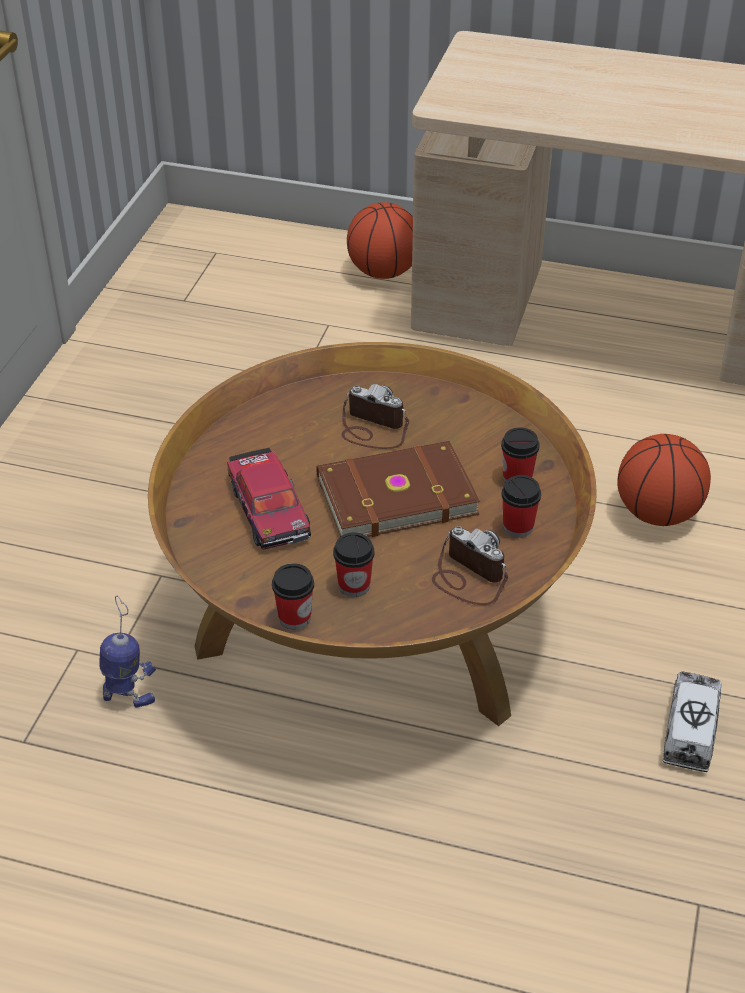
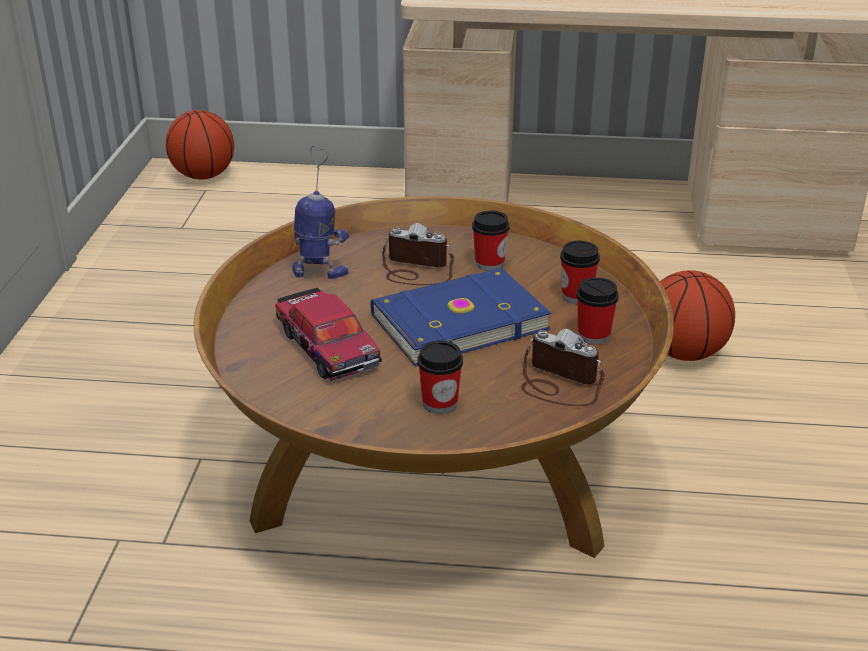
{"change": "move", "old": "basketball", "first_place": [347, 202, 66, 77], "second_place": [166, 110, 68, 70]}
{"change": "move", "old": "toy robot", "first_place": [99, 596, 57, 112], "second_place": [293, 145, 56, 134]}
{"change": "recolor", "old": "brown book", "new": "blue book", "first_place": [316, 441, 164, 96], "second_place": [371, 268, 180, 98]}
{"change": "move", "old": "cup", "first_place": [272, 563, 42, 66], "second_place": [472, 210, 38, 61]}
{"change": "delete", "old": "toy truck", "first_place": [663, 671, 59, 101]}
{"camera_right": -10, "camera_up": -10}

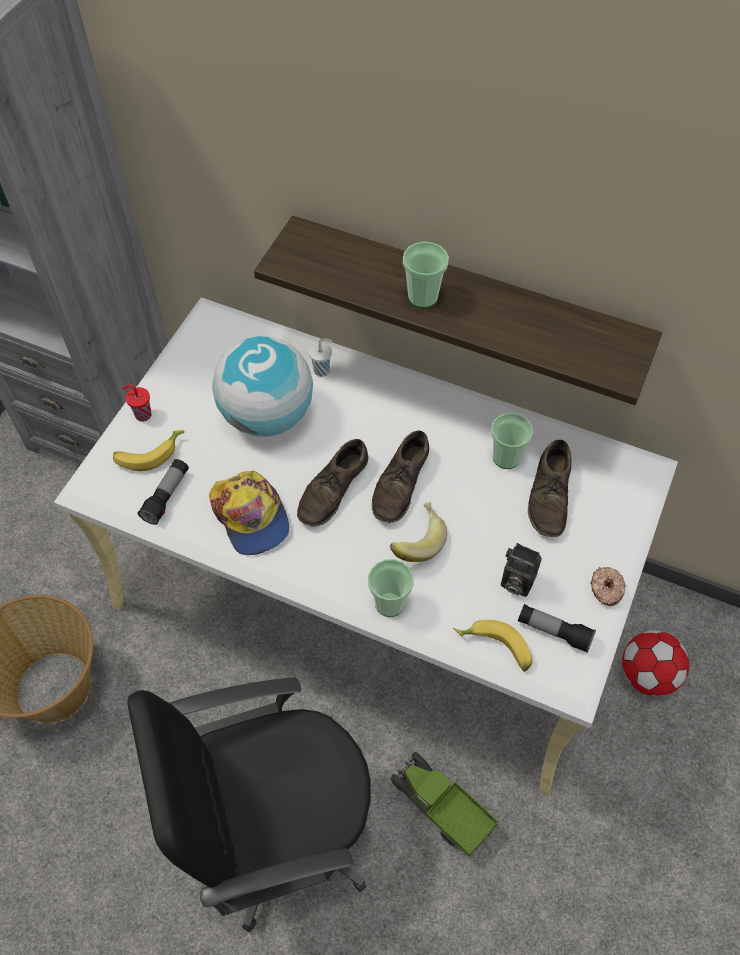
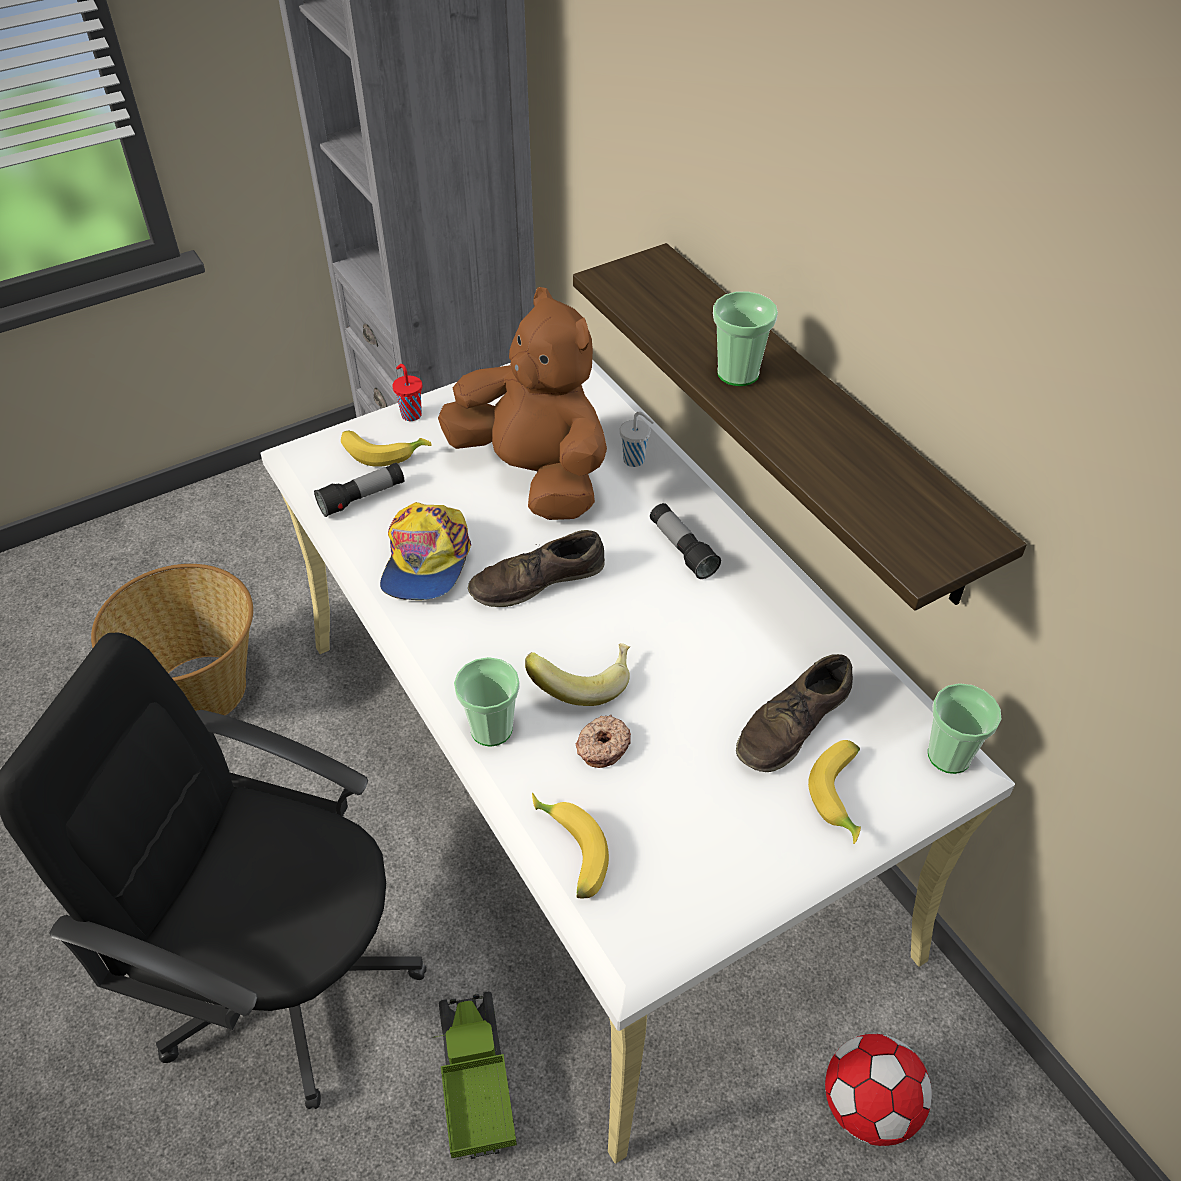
{"change": "replace", "old": "globe", "new": "brown plush toy", "first_place": [212, 336, 101, 101], "second_place": [438, 287, 169, 233]}
{"change": "move", "old": "donut", "first_place": [591, 567, 35, 39], "second_place": [576, 715, 55, 53]}
{"change": "move", "old": "flashlight", "first_place": [518, 604, 78, 49], "second_place": [650, 503, 71, 76]}
{"change": "insert", "new": "banana", "second_place": [808, 740, 53, 104]}
{"change": "move", "old": "cup", "first_place": [491, 413, 42, 56], "second_place": [928, 683, 74, 91]}
{"change": "delete", "old": "brown shoe", "first_place": [372, 430, 57, 93]}
{"change": "delete", "old": "photo camera", "first_place": [501, 543, 41, 54]}
{"camera_right": 35, "camera_up": -10}

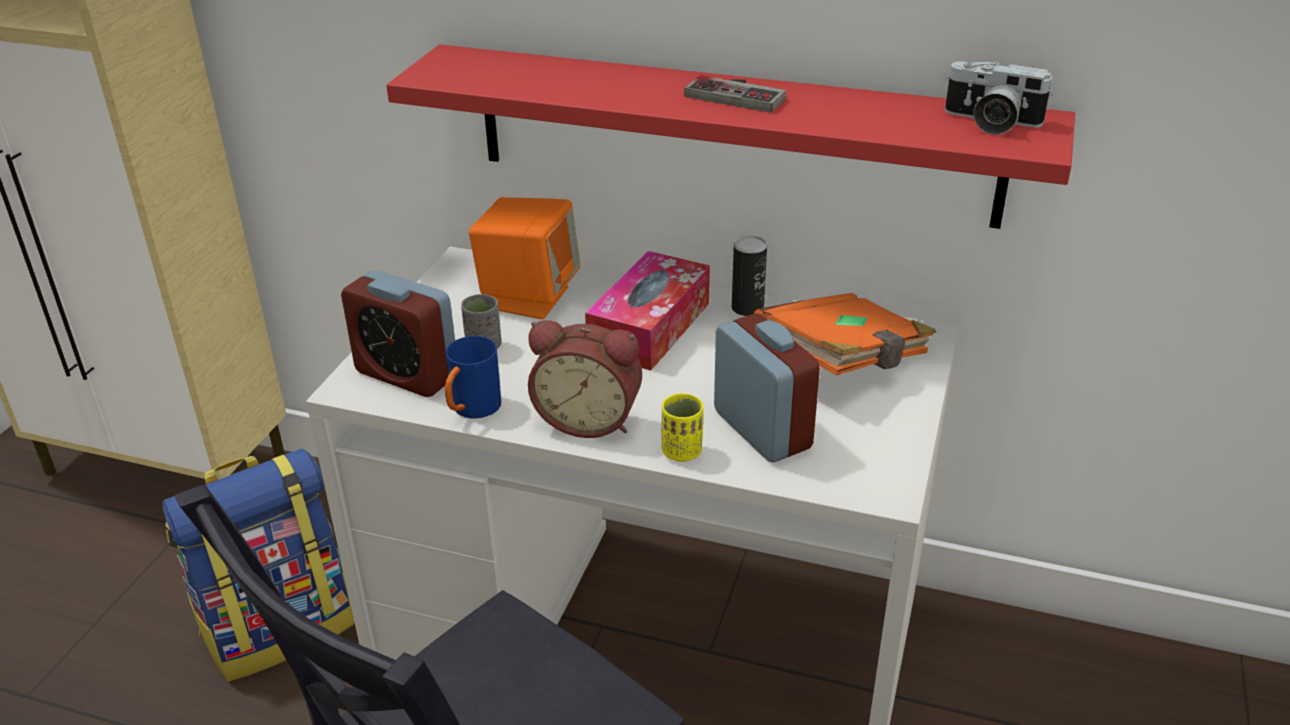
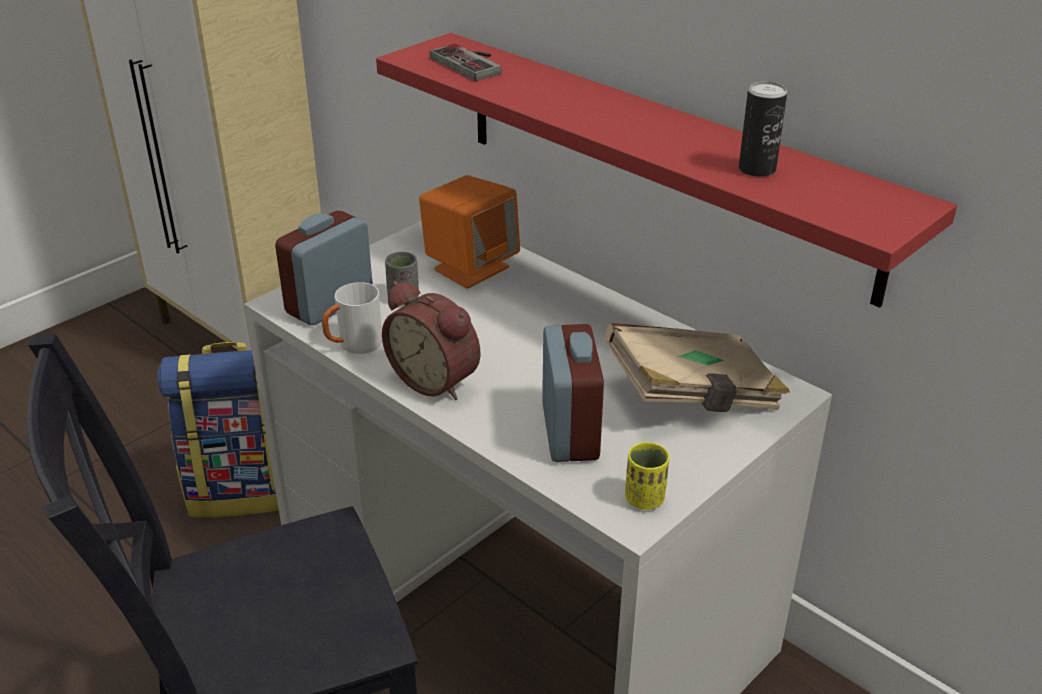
{"change": "rotate", "old": "alarm clock", "first_place": [341, 270, 114, 127], "second_place": [275, 211, 98, 114], "degrees": 75}
{"change": "recolor", "old": "blue mug", "new": "white mug", "first_place": [445, 336, 56, 83], "second_place": [322, 282, 60, 72]}
{"change": "move", "old": "game controller", "first_place": [684, 75, 102, 37], "second_place": [430, 44, 72, 37]}
{"change": "recolor", "old": "orange book", "new": "beige book", "first_place": [754, 293, 182, 83], "second_place": [604, 323, 186, 89]}
{"change": "move", "old": "yellow cup", "first_place": [661, 393, 42, 69], "second_place": [625, 442, 45, 68]}
{"change": "move", "old": "can", "first_place": [732, 235, 35, 81], "second_place": [739, 81, 48, 96]}
{"change": "delete", "old": "tissue box", "first_place": [585, 251, 125, 120]}
{"change": "delete", "old": "photo camera", "first_place": [944, 61, 109, 74]}
{"camera_right": 25, "camera_up": 0}

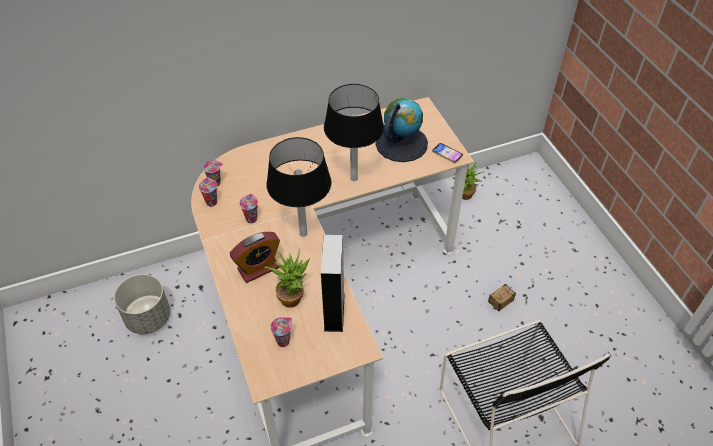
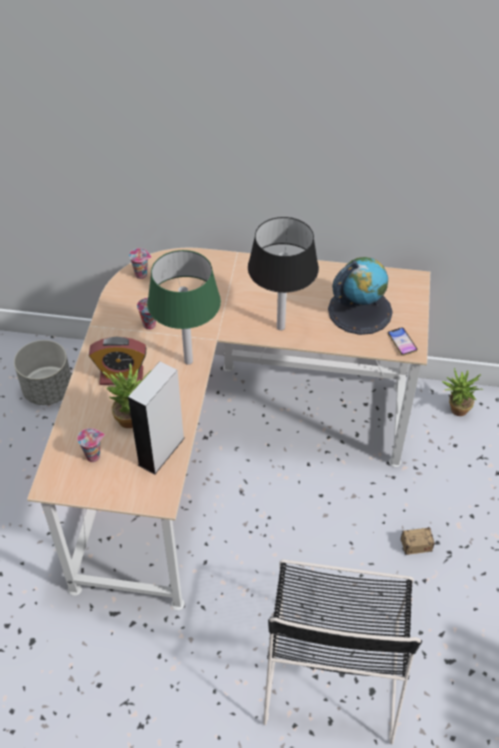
{"change": "recolor", "old": "black table lamp", "new": "green table lamp", "first_place": [266, 137, 66, 100], "second_place": [147, 250, 74, 115]}
{"change": "delete", "old": "cup", "first_place": [199, 177, 18, 30]}
{"camera_right": 30, "camera_up": 0}

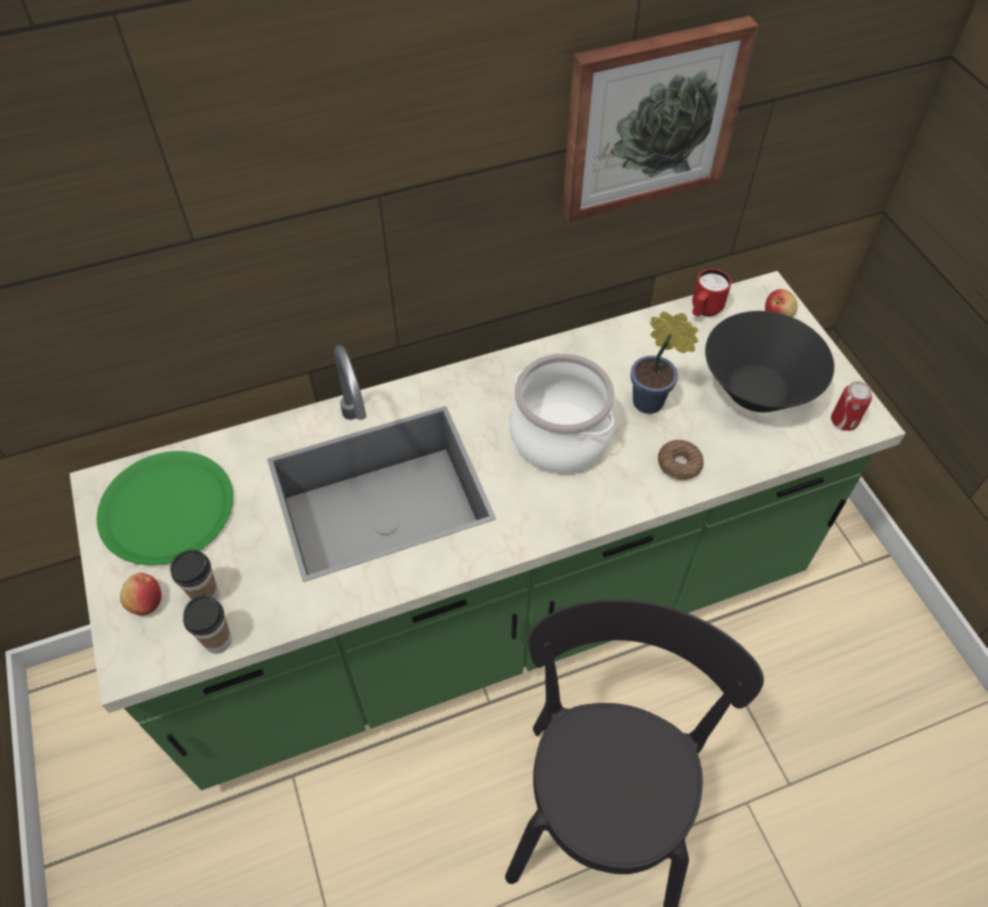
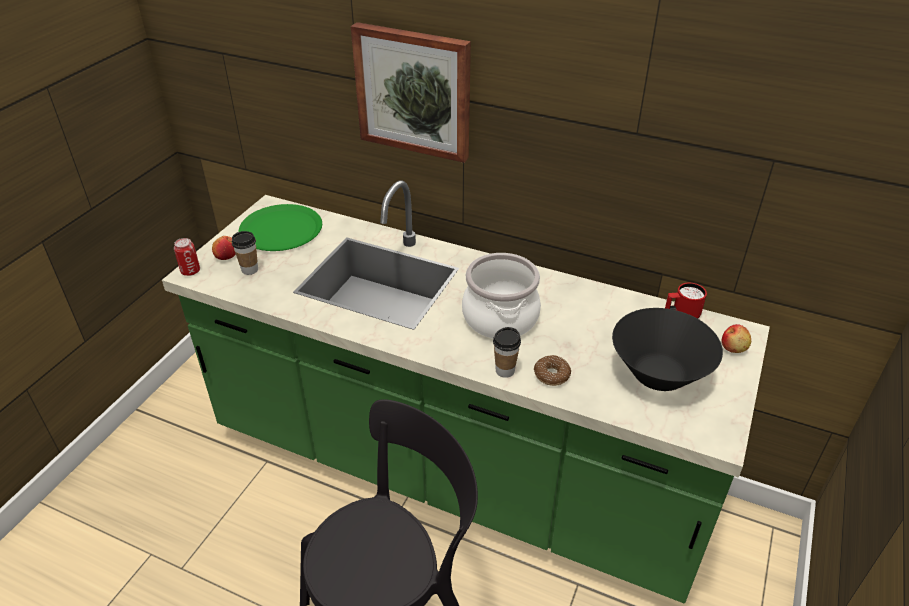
{"change": "move", "old": "can", "first_place": [831, 381, 41, 50], "second_place": [174, 238, 26, 38]}
{"change": "move", "old": "picture", "first_place": [562, 16, 197, 206], "second_place": [351, 22, 120, 141]}
{"change": "move", "old": "cup", "first_place": [183, 595, 49, 59], "second_place": [493, 327, 28, 51]}
{"change": "delete", "old": "potted plant", "first_place": [631, 311, 67, 103]}
{"camera_right": 45, "camera_up": -15}

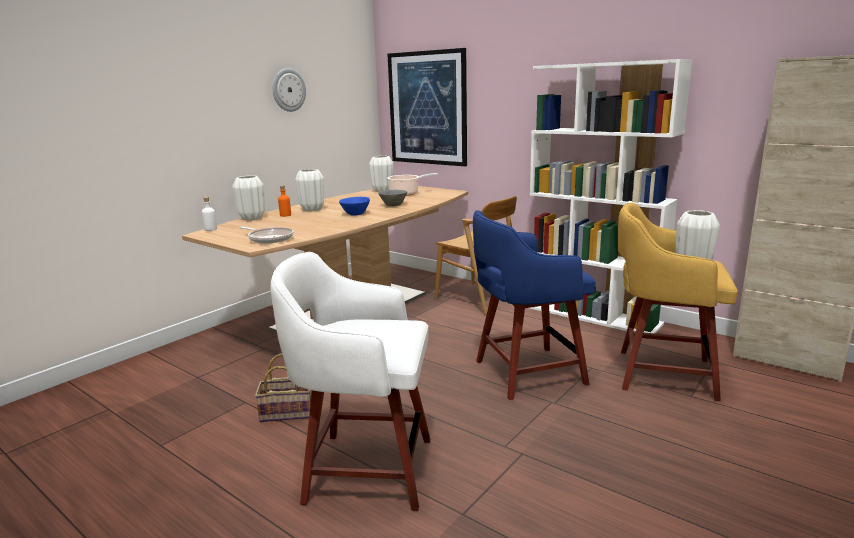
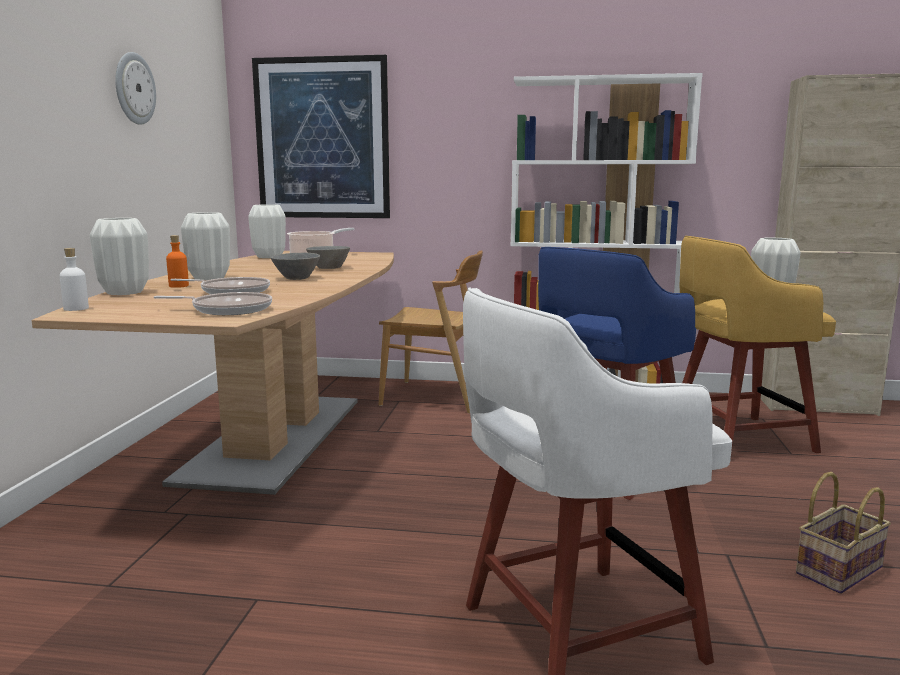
{"change": "insert", "new": "frying pan", "second_place": [170, 277, 100, 17]}
{"change": "recolor", "old": "blue bowl", "new": "grey bowl", "first_place": [339, 197, 31, 18], "second_place": [271, 253, 49, 27]}
{"change": "move", "old": "basket", "first_place": [255, 353, 57, 69], "second_place": [796, 472, 95, 122]}
{"camera_right": -30, "camera_up": -5}

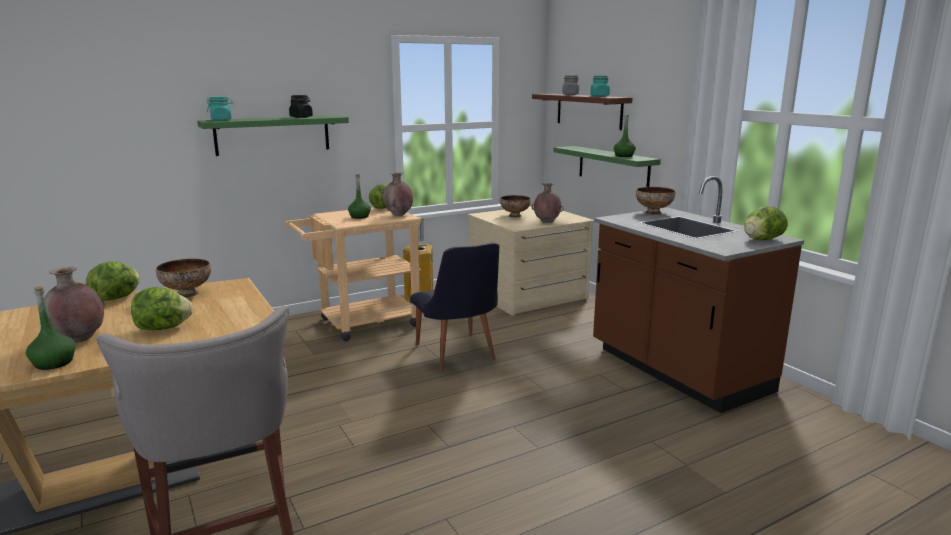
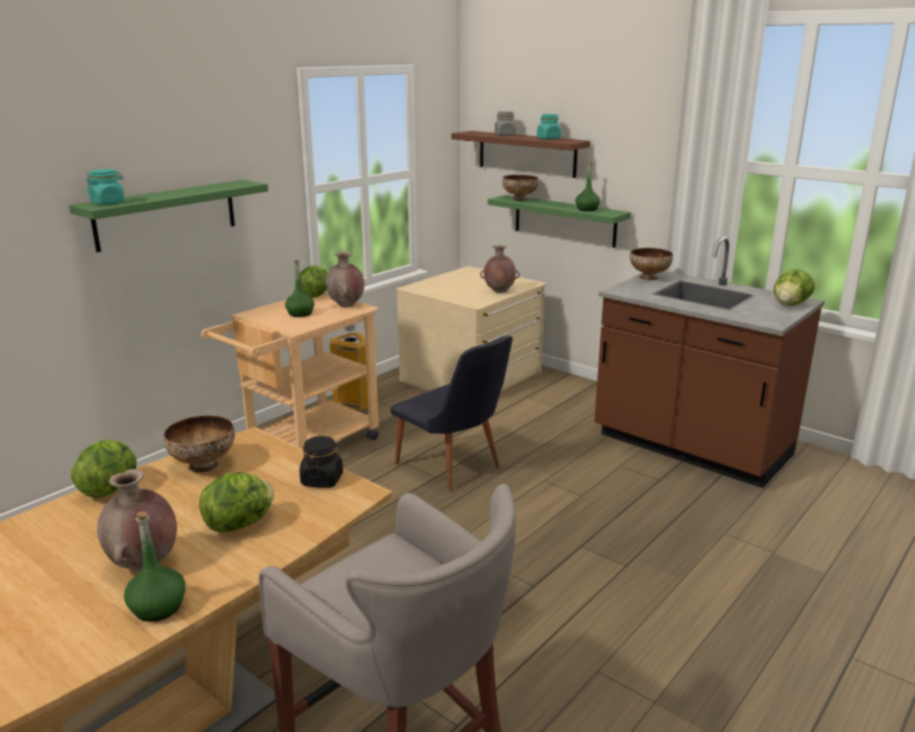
{"change": "move", "old": "black jar", "first_place": [289, 95, 24, 23], "second_place": [300, 436, 43, 52]}
{"change": "move", "old": "bowl", "first_place": [500, 195, 31, 22], "second_place": [502, 175, 37, 26]}
{"camera_right": -20, "camera_up": 5}

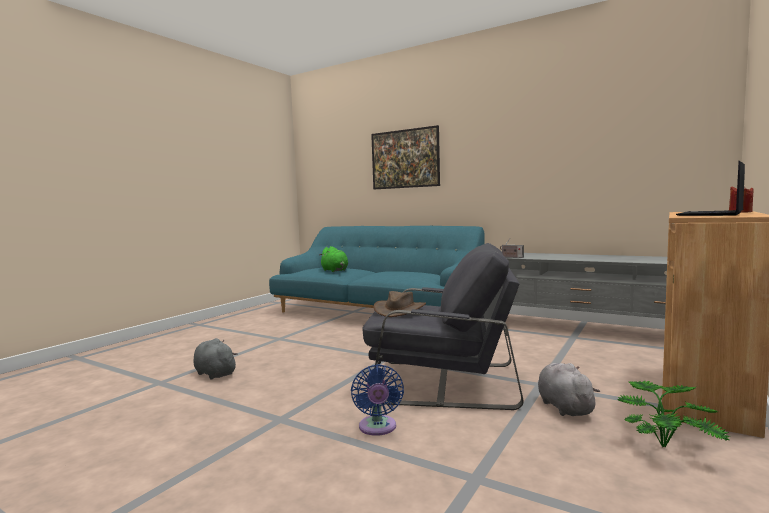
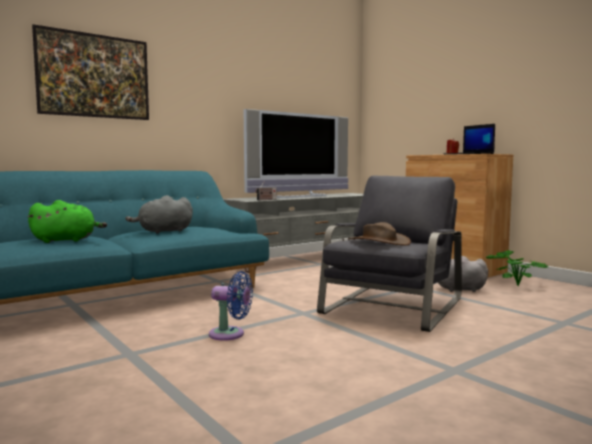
{"change": "move", "old": "grey plush toy", "first_place": [193, 338, 45, 42], "second_place": [126, 195, 67, 39]}
{"change": "move", "old": "blue fan", "first_place": [351, 364, 53, 72], "second_place": [209, 271, 44, 70]}
{"change": "insert", "new": "television", "second_place": [244, 109, 104, 89]}
{"camera_right": -70, "camera_up": 0}

